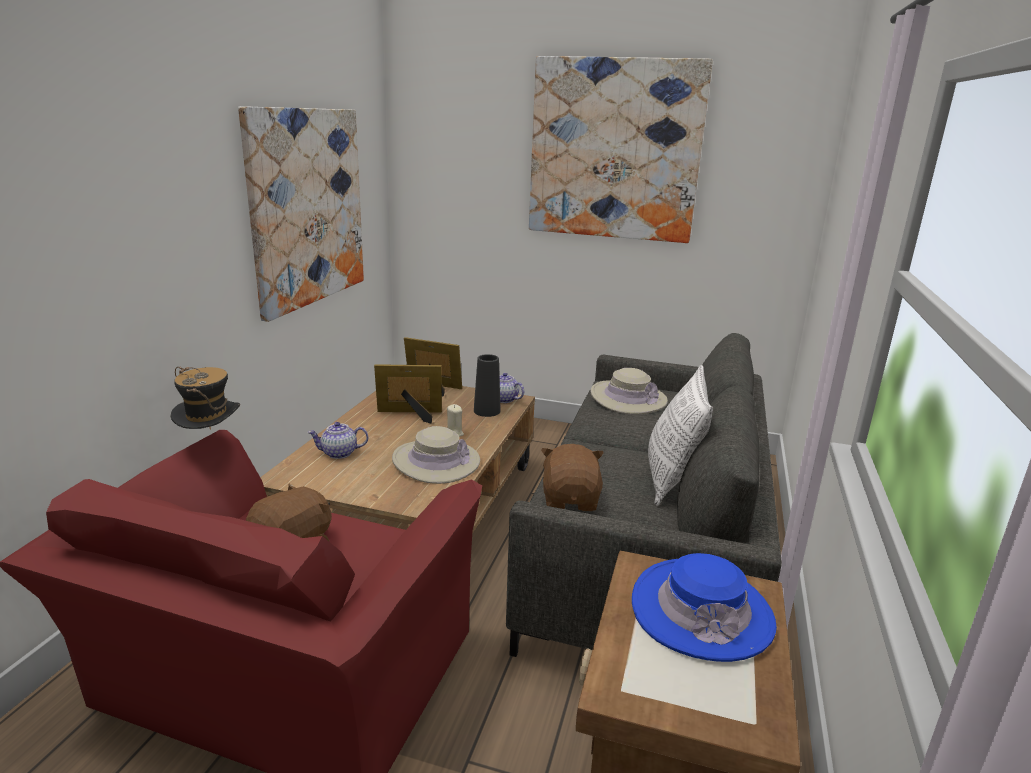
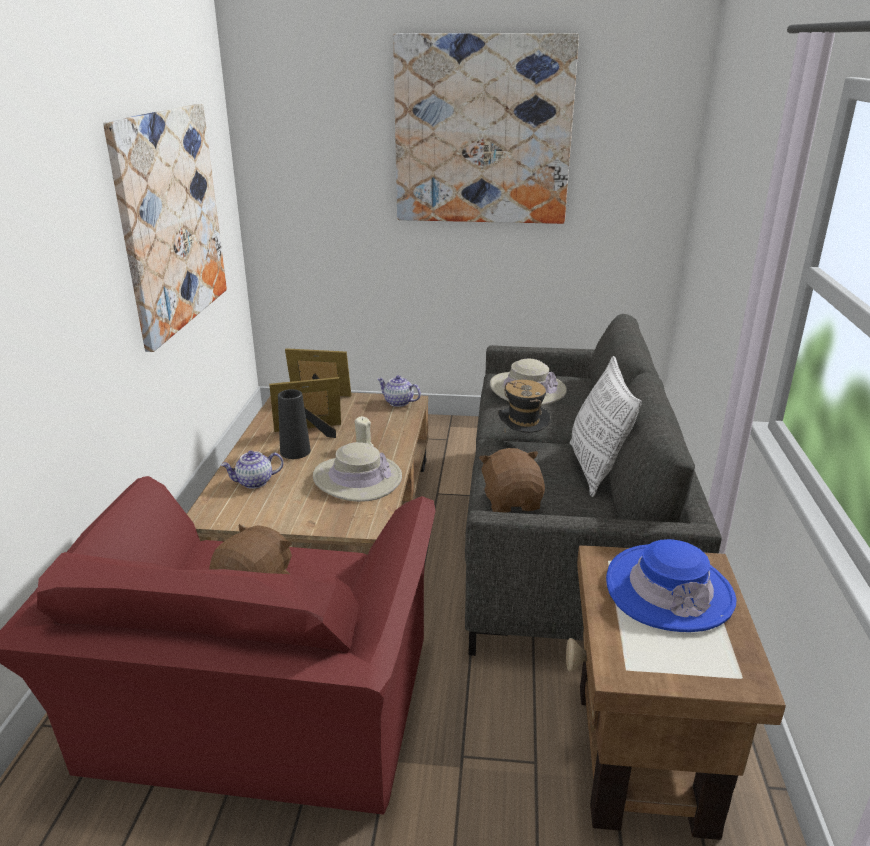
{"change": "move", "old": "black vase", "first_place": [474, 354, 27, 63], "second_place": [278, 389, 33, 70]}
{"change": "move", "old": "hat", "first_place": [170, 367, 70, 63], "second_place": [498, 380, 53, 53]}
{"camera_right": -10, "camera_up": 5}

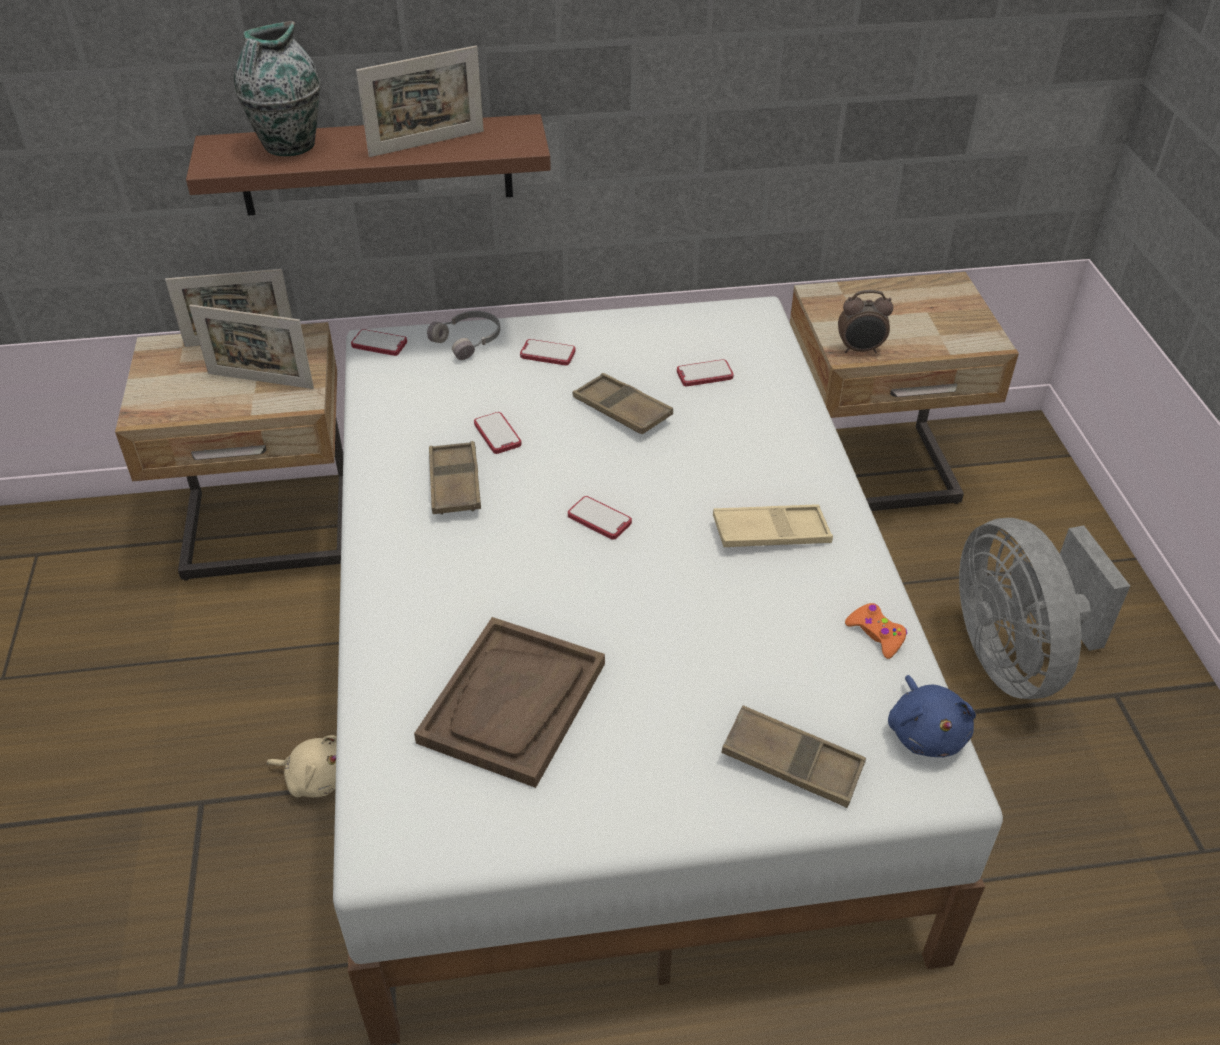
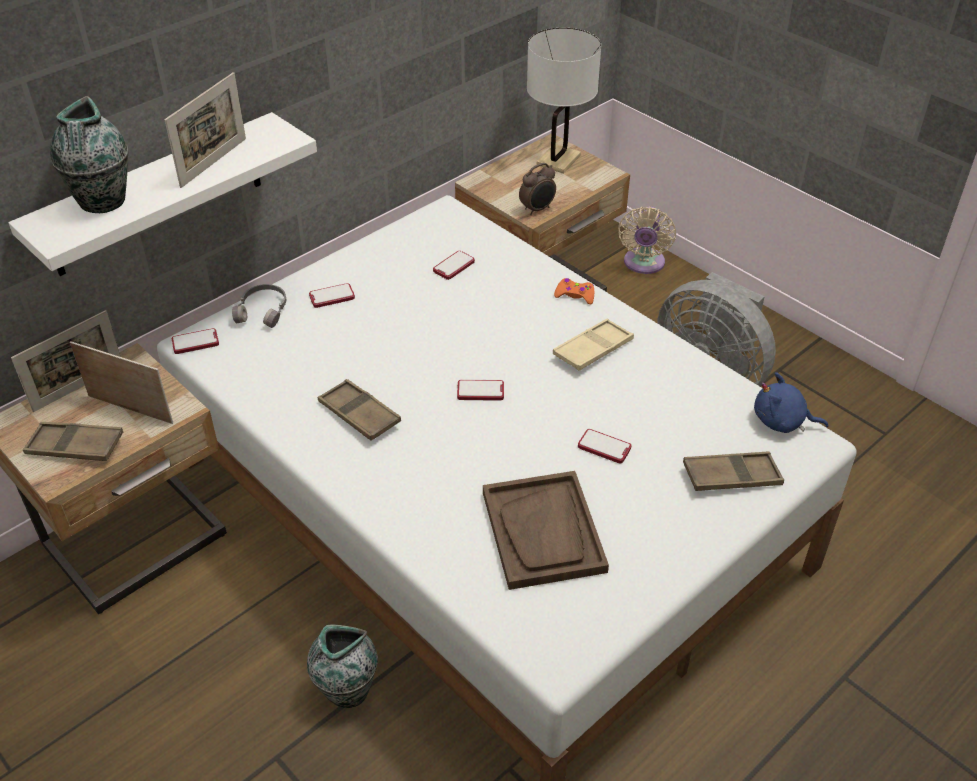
{"change": "recolor", "old": "brown shelf", "new": "white shelf", "first_place": [186, 114, 365, 102], "second_place": [8, 112, 309, 164]}
{"change": "move", "old": "brown tray", "first_place": [573, 373, 100, 61], "second_place": [23, 422, 100, 39]}
{"change": "rotate", "old": "picture frame", "first_place": [189, 305, 125, 84], "second_place": [70, 341, 103, 83], "degrees": -135}
{"change": "replace", "old": "beige plush toy", "new": "vase", "first_place": [267, 735, 70, 63], "second_place": [307, 625, 71, 83]}
{"change": "insert", "new": "white table lamp", "second_place": [527, 28, 74, 145]}
{"change": "move", "old": "orange game controller", "first_place": [845, 603, 62, 56], "second_place": [554, 278, 40, 26]}
{"change": "move", "old": "phone", "first_place": [474, 412, 48, 42], "second_place": [578, 429, 53, 35]}
{"change": "insert", "new": "beige fan", "second_place": [618, 206, 58, 68]}
{"change": "rotate", "old": "blue plush toy", "first_place": [888, 675, 88, 82], "second_place": [754, 372, 74, 61], "degrees": 150}
{"camera_right": -35, "camera_up": 0}

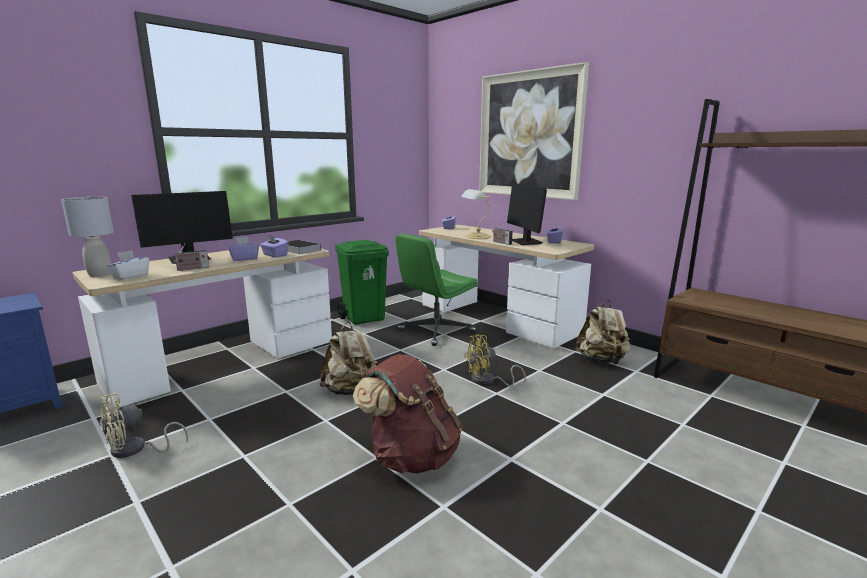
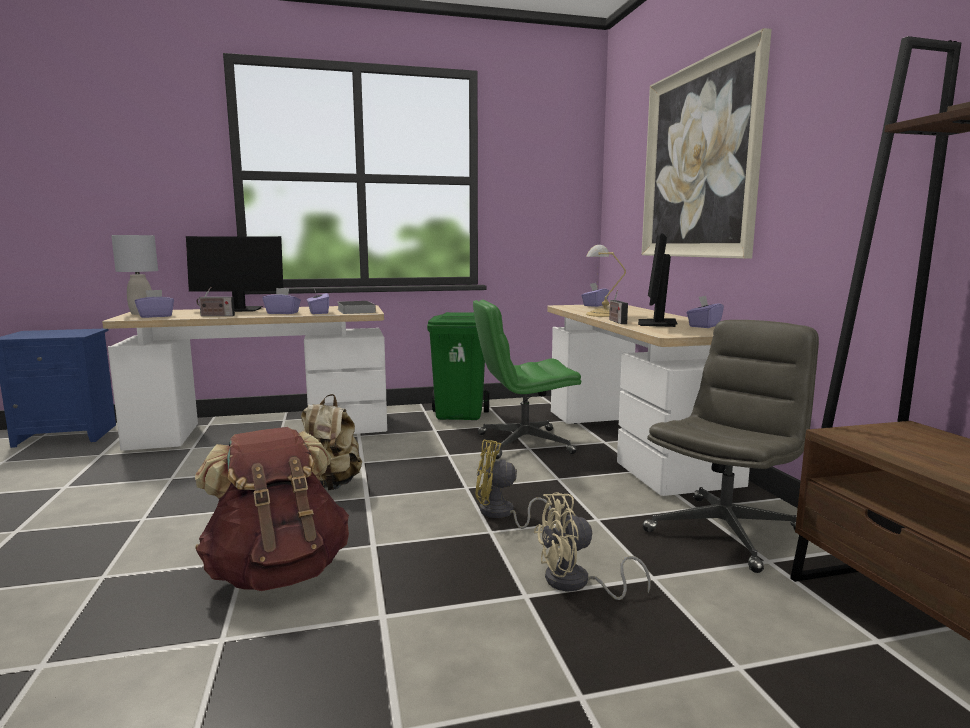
{"change": "recolor", "old": "white tissue box", "new": "purple tissue box", "first_place": [107, 250, 42, 30], "second_place": [135, 290, 39, 28]}
{"change": "move", "old": "beige fan", "first_place": [100, 393, 88, 65], "second_place": [534, 492, 117, 108]}
{"change": "replace", "old": "beige backpack", "new": "grey office chair", "first_place": [575, 300, 56, 65], "second_place": [642, 320, 177, 253]}
{"camera_right": 30, "camera_up": -5}

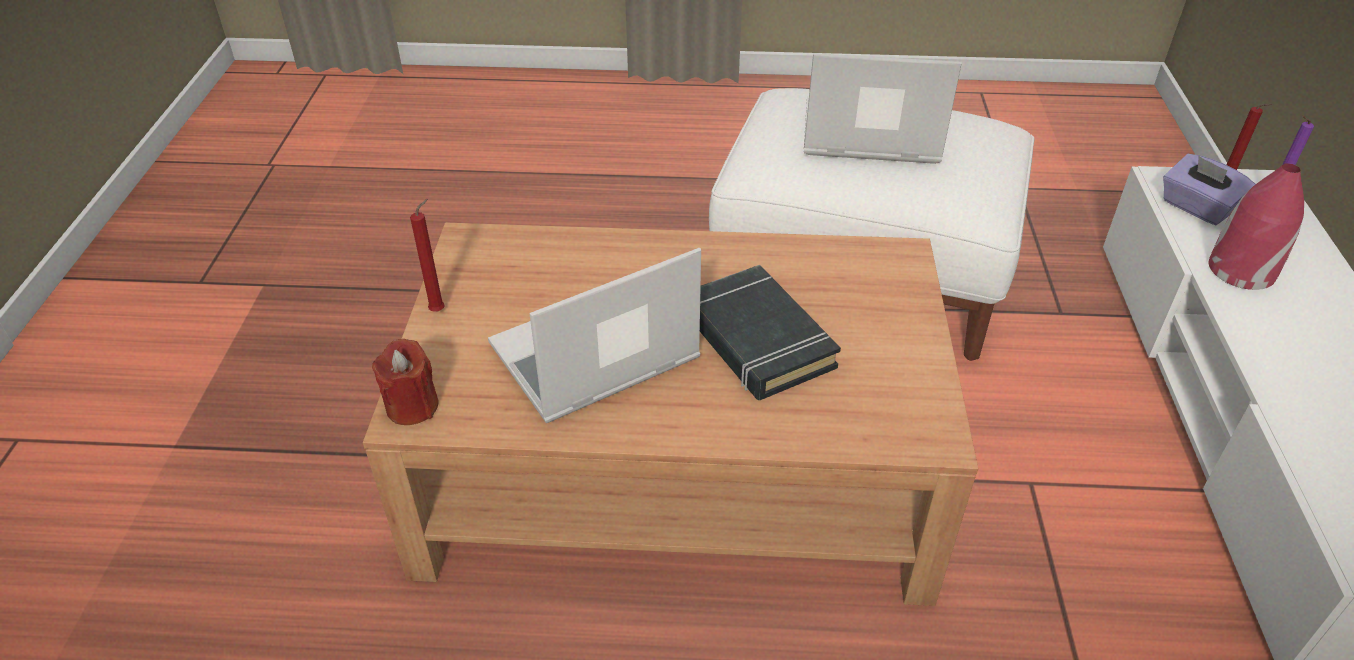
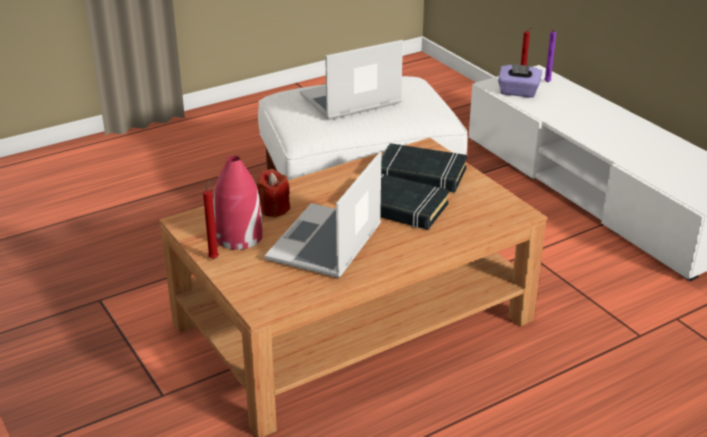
{"change": "move", "old": "red vase", "first_place": [1209, 163, 95, 127], "second_place": [213, 156, 50, 94]}
{"change": "move", "old": "red candle", "first_place": [372, 339, 67, 86], "second_place": [257, 169, 33, 48]}
{"change": "insert", "new": "black book", "second_place": [381, 143, 86, 50]}
{"camera_right": -35, "camera_up": -10}

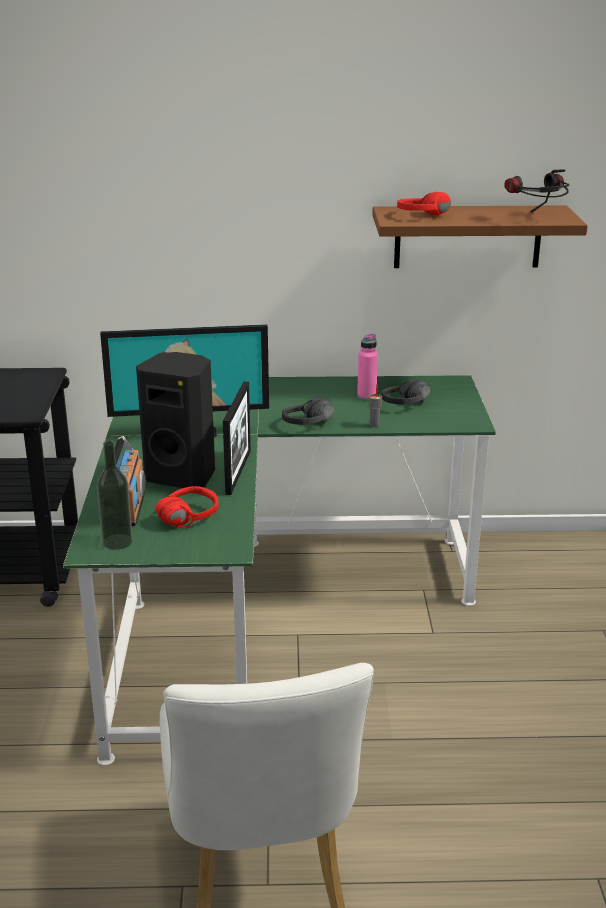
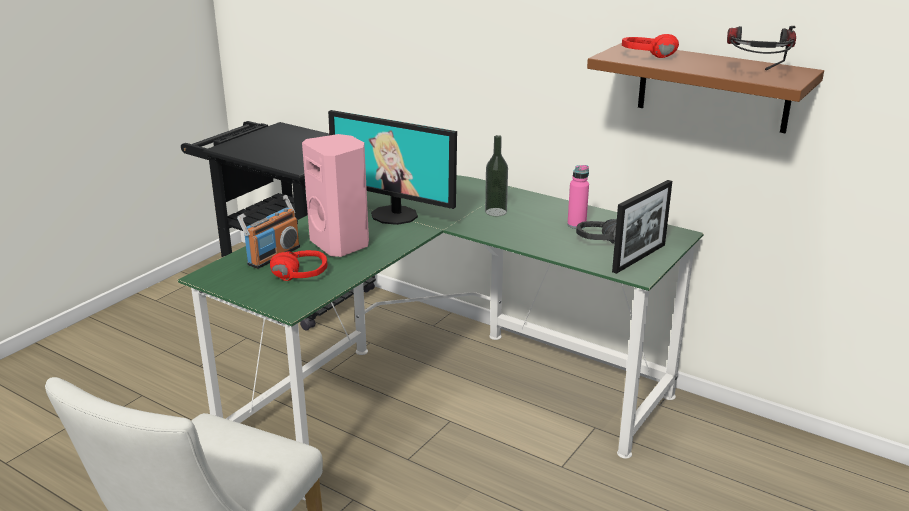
{"change": "recolor", "old": "black speaker", "new": "pink speaker", "first_place": [136, 352, 79, 136], "second_place": [302, 134, 67, 123]}
{"change": "move", "old": "bottle", "first_place": [97, 441, 36, 108], "second_place": [485, 135, 23, 82]}
{"change": "move", "old": "picture frame", "first_place": [223, 382, 28, 113], "second_place": [612, 180, 60, 94]}
{"change": "delete", "old": "black headphones", "first_place": [282, 398, 52, 27]}
{"change": "delete", "old": "grey cup", "first_place": [369, 384, 13, 43]}
{"camera_right": 35, "camera_up": 0}

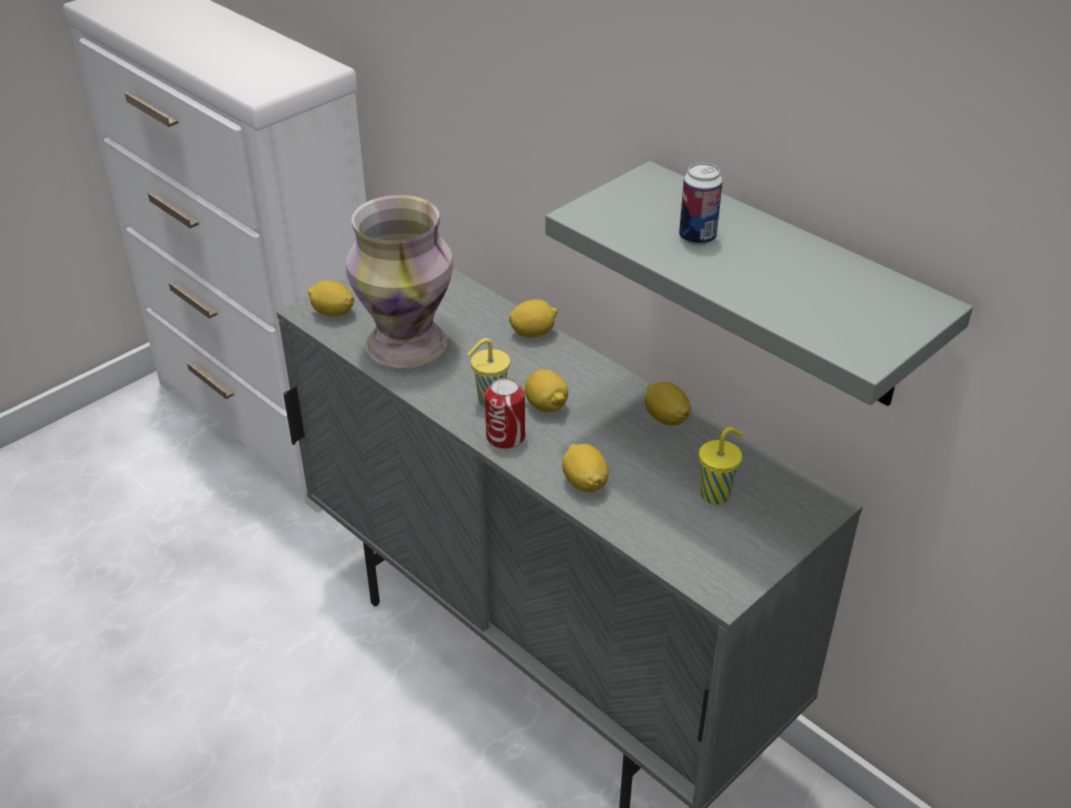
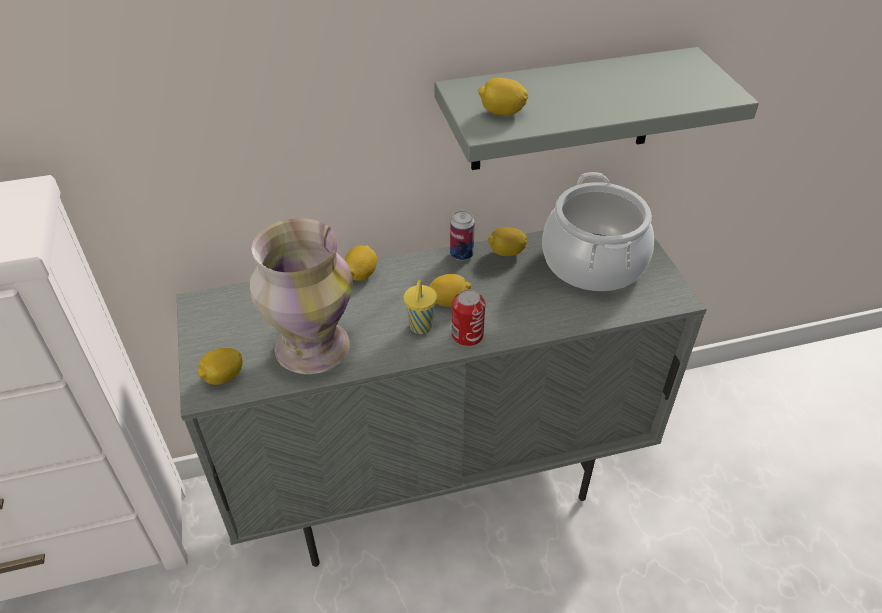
{"change": "move", "old": "can", "first_place": [679, 163, 43, 82], "second_place": [450, 211, 25, 49]}
{"change": "move", "old": "lemon", "first_place": [562, 444, 46, 48], "second_place": [478, 78, 50, 38]}
{"change": "replace", "old": "yellow cup", "new": "cooking pot", "first_place": [699, 427, 44, 78], "second_place": [542, 172, 112, 120]}
{"camera_right": -60, "camera_up": 5}

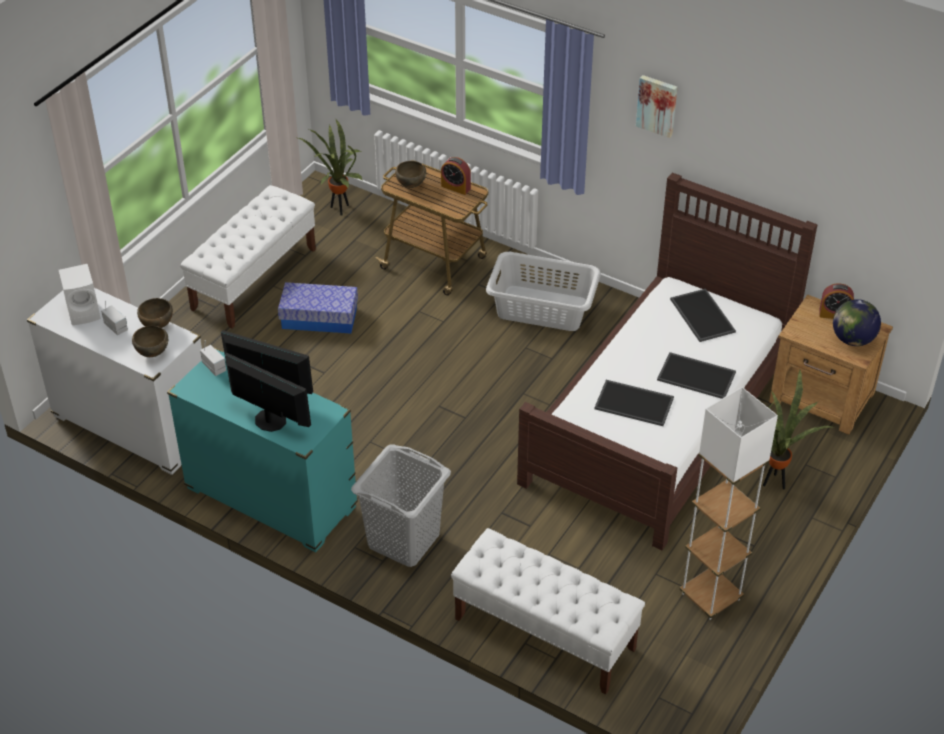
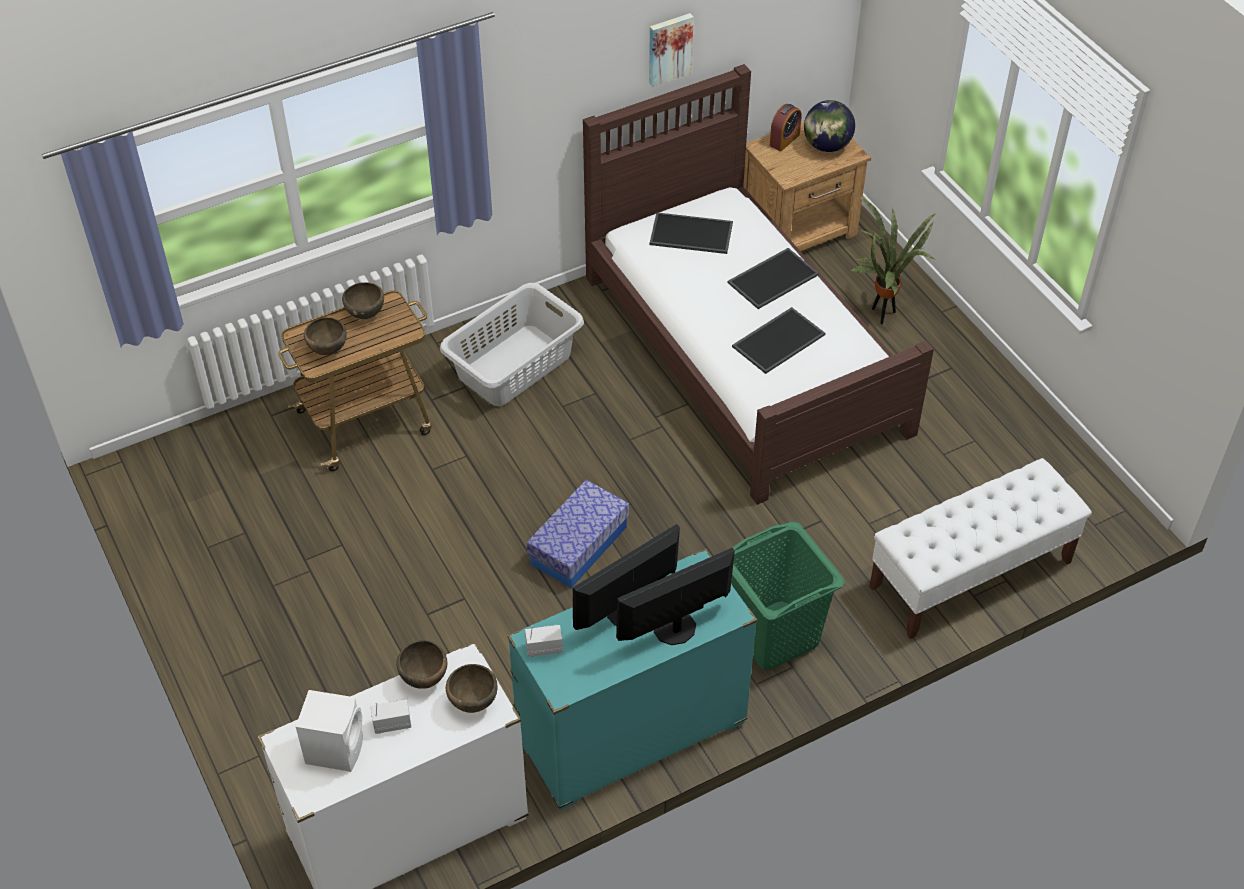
{"change": "replace", "old": "alarm clock", "new": "brown bowl", "first_place": [441, 157, 30, 38], "second_place": [342, 282, 42, 37]}
{"change": "move", "old": "storage box", "first_place": [278, 282, 80, 52], "second_place": [526, 480, 103, 108]}
{"change": "move", "old": "picture", "first_place": [636, 75, 41, 63], "second_place": [649, 13, 45, 74]}
{"change": "recolor", "old": "grey laundry basket", "new": "green laundry basket", "first_place": [351, 444, 100, 123], "second_place": [731, 522, 114, 148]}
{"change": "delete", "old": "white bench", "first_place": [180, 185, 136, 143]}
{"change": "delete", "old": "potted plant", "first_place": [298, 119, 65, 97]}
{"change": "delete", "old": "white floor lamp", "first_place": [679, 387, 99, 233]}
{"camera_right": -60, "camera_up": 5}

